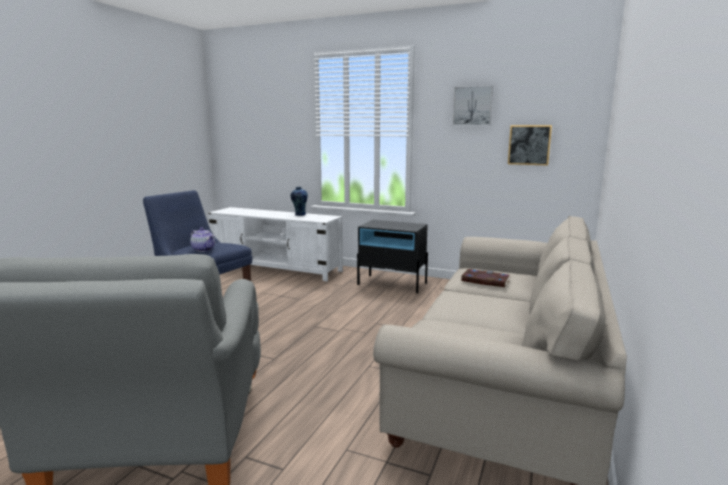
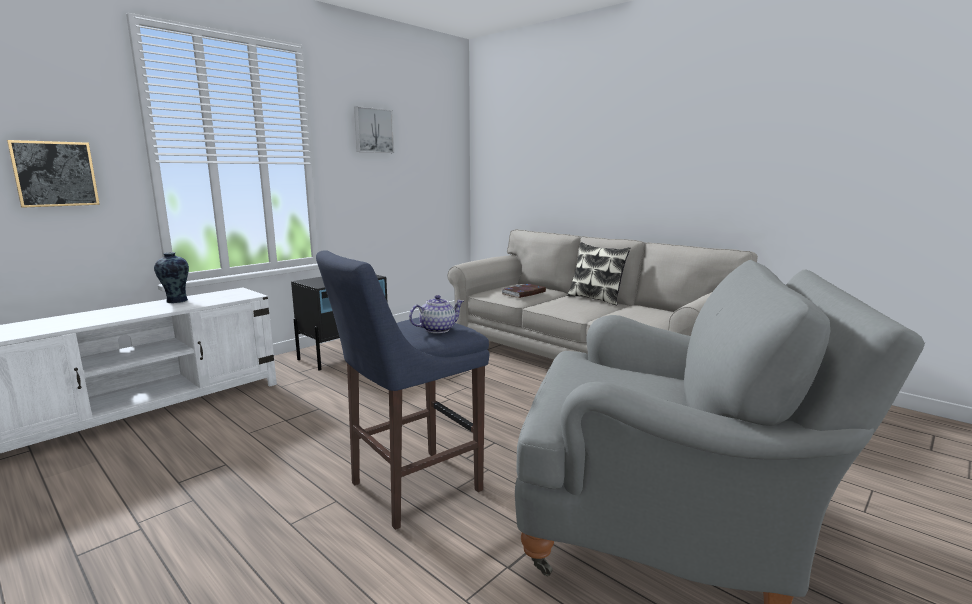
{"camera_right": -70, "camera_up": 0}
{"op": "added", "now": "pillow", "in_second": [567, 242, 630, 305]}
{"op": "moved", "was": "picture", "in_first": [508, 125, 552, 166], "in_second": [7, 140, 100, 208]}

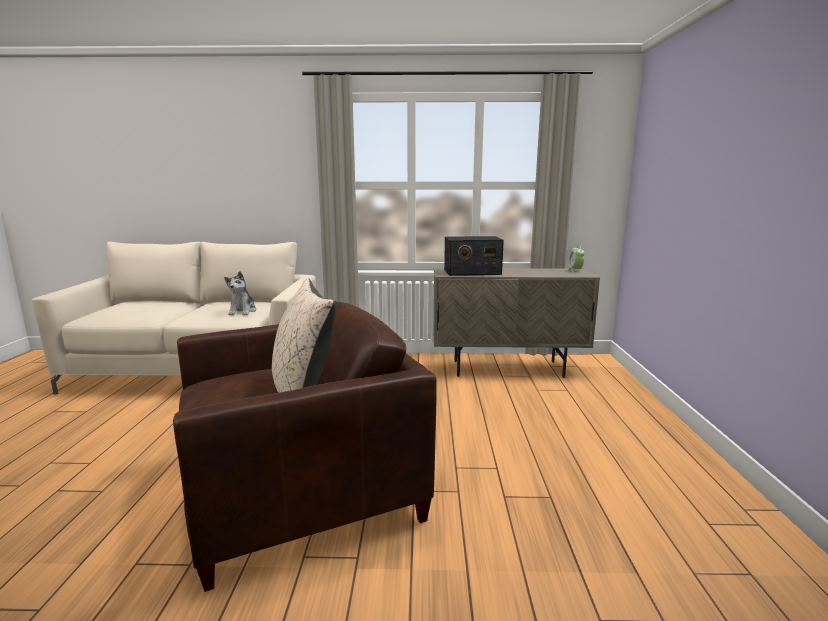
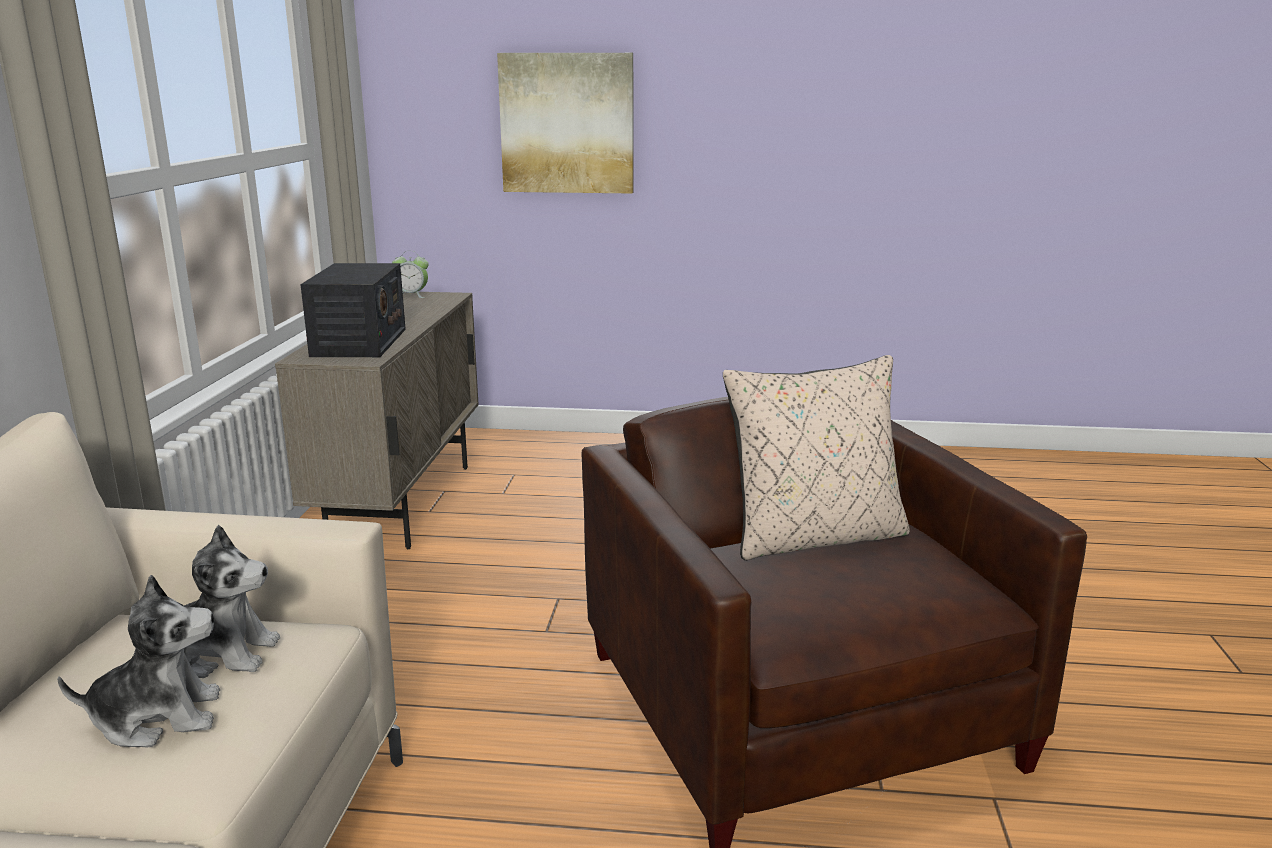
{"camera_right": -85, "camera_up": 5}
{"op": "added", "now": "soft toy", "in_second": [57, 575, 220, 747]}
{"op": "added", "now": "picture", "in_second": [497, 53, 633, 194]}

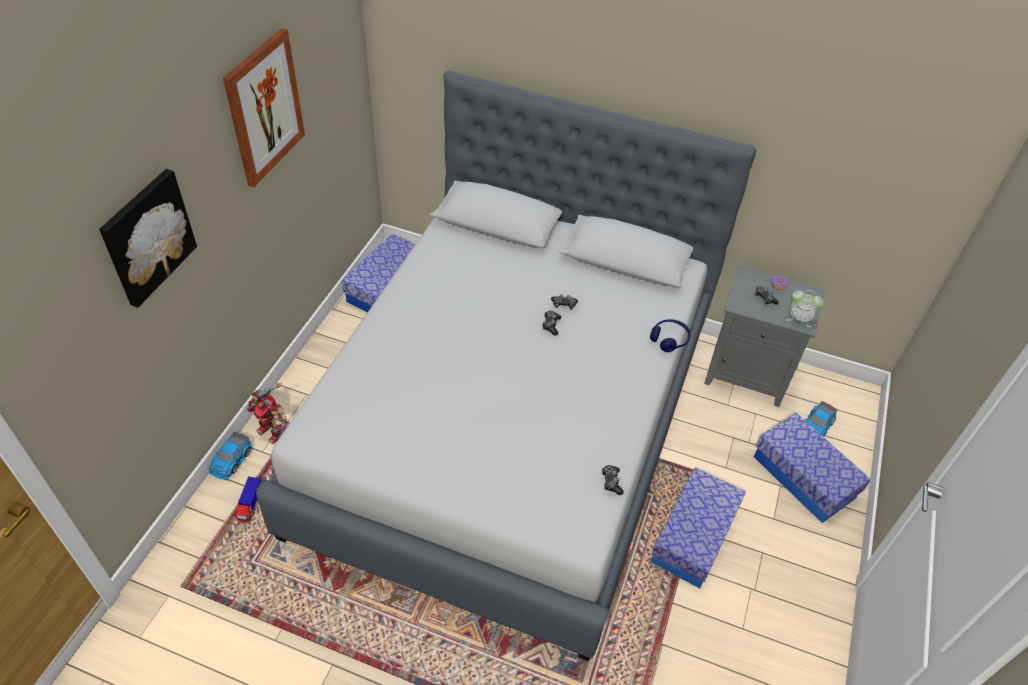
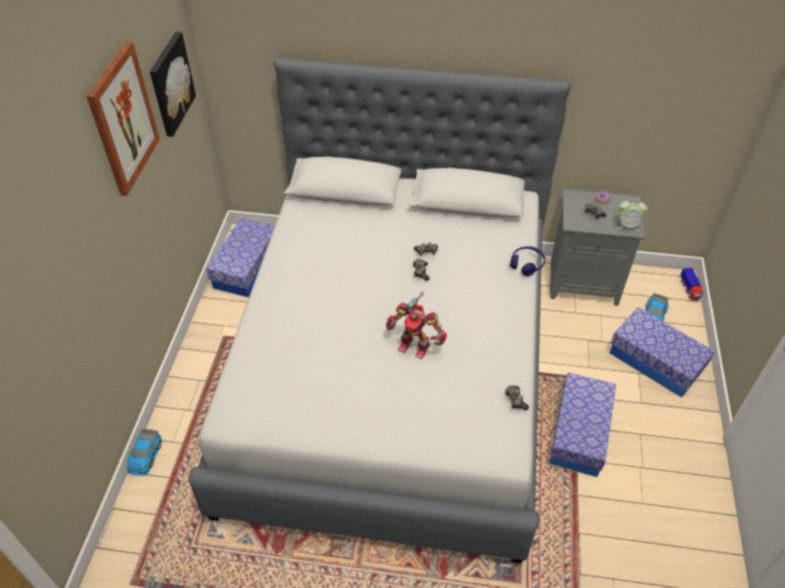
{"camera_right": -10, "camera_up": 0}
{"op": "moved", "was": "picture", "in_first": [99, 169, 197, 308], "in_second": [150, 32, 196, 137]}
{"op": "moved", "was": "toy lorry", "in_first": [235, 477, 261, 524], "in_second": [680, 268, 703, 301]}
{"op": "moved", "was": "toy robot", "in_first": [247, 383, 289, 444], "in_second": [386, 291, 447, 359]}

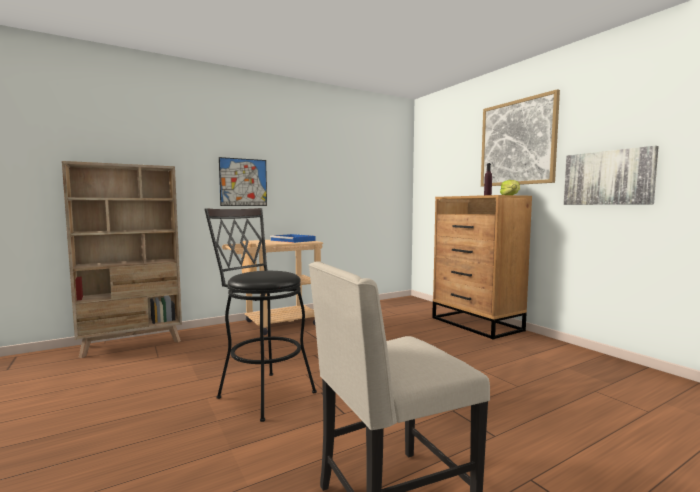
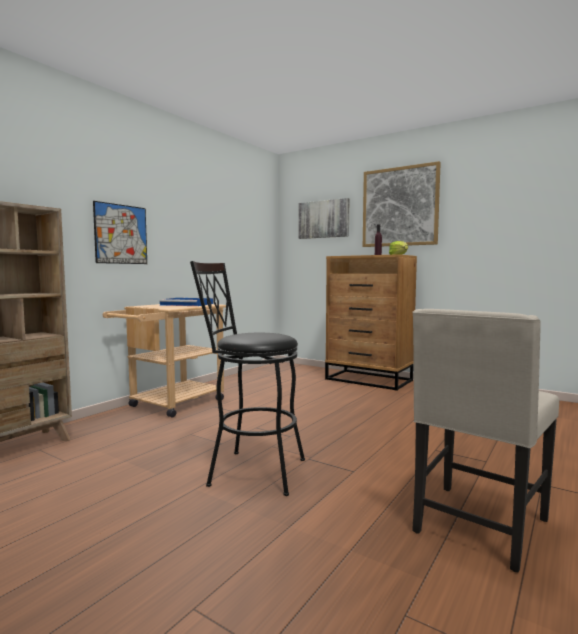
{"camera_right": -25, "camera_up": 0}
{"op": "moved", "was": "picture", "in_first": [564, 146, 659, 205], "in_second": [299, 198, 349, 239]}

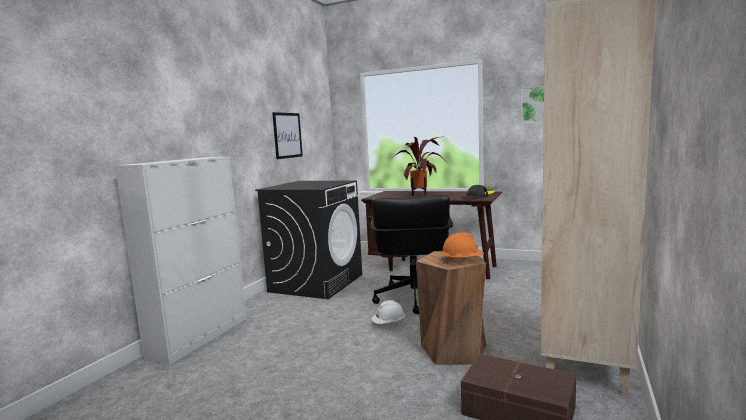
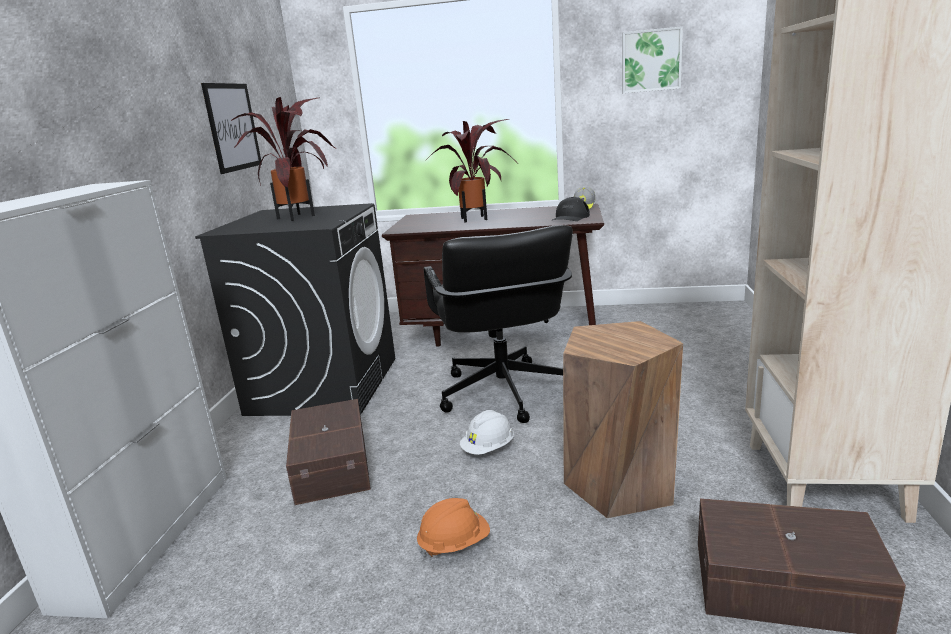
{"camera_right": -15, "camera_up": 10}
{"op": "added", "now": "houseplant", "in_second": [231, 97, 335, 221]}
{"op": "added", "now": "storage container (brown-coloured)", "in_second": [286, 399, 371, 505]}
{"op": "moved", "was": "work helmet (orange-coloured)", "in_first": [440, 232, 484, 263], "in_second": [417, 498, 490, 557]}

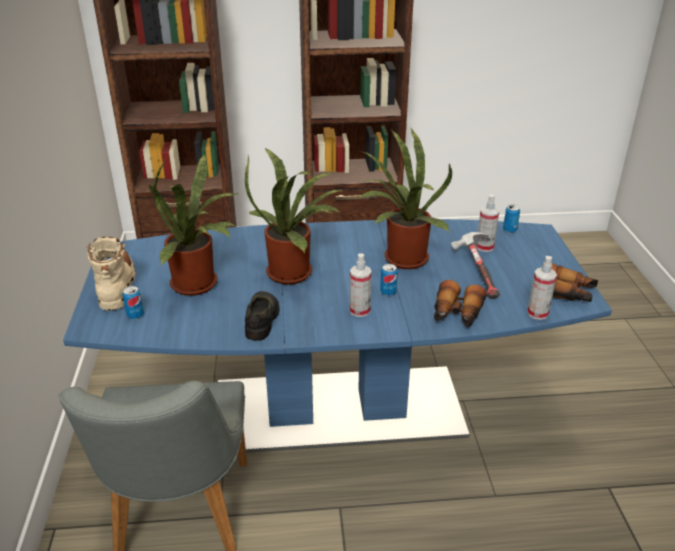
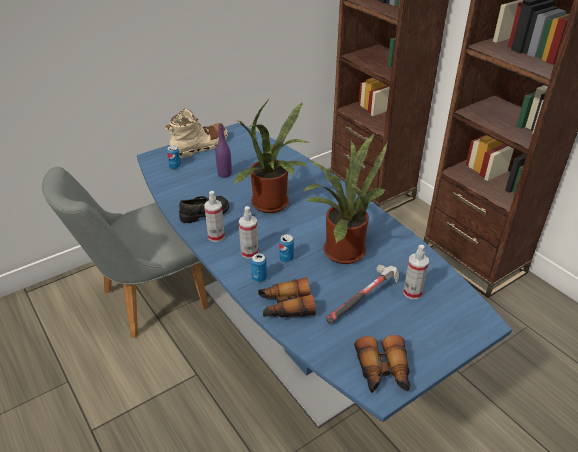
{"camera_right": 60, "camera_up": 5}
{"op": "moved", "was": "can", "in_first": [503, 205, 520, 233], "in_second": [251, 253, 267, 282]}
{"op": "moved", "was": "spray bottle", "in_first": [527, 256, 557, 320], "in_second": [204, 191, 225, 242]}
{"op": "replaced", "was": "houseplant", "now": "beverage bottle (purplish)", "in_first": [149, 154, 237, 296], "in_second": [216, 123, 232, 178]}

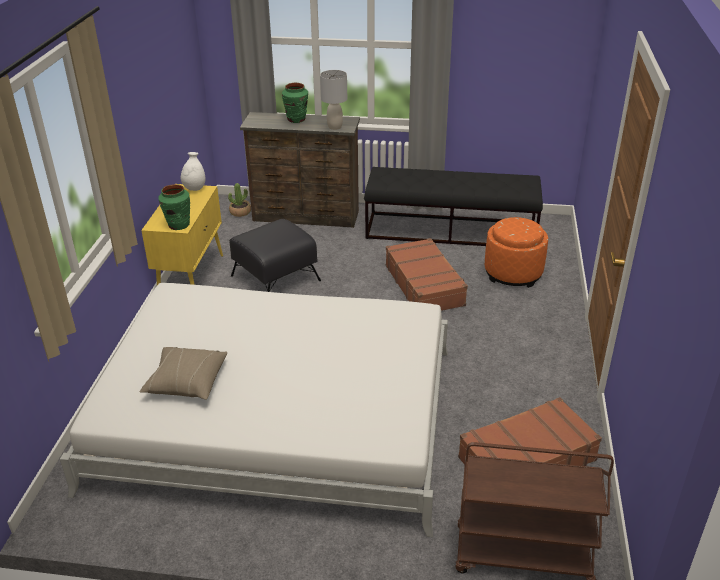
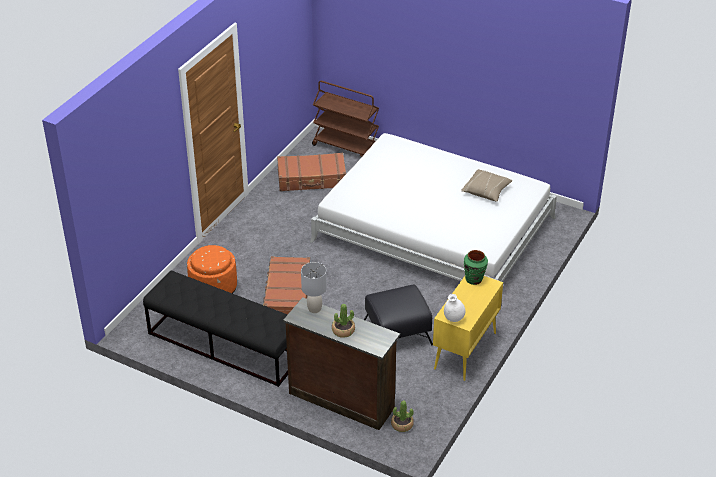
{"camera_right": -160, "camera_up": 5}
{"op": "replaced", "was": "vase (green-coloured)", "now": "houseplant", "in_first": [282, 83, 308, 123], "in_second": [332, 304, 355, 338]}

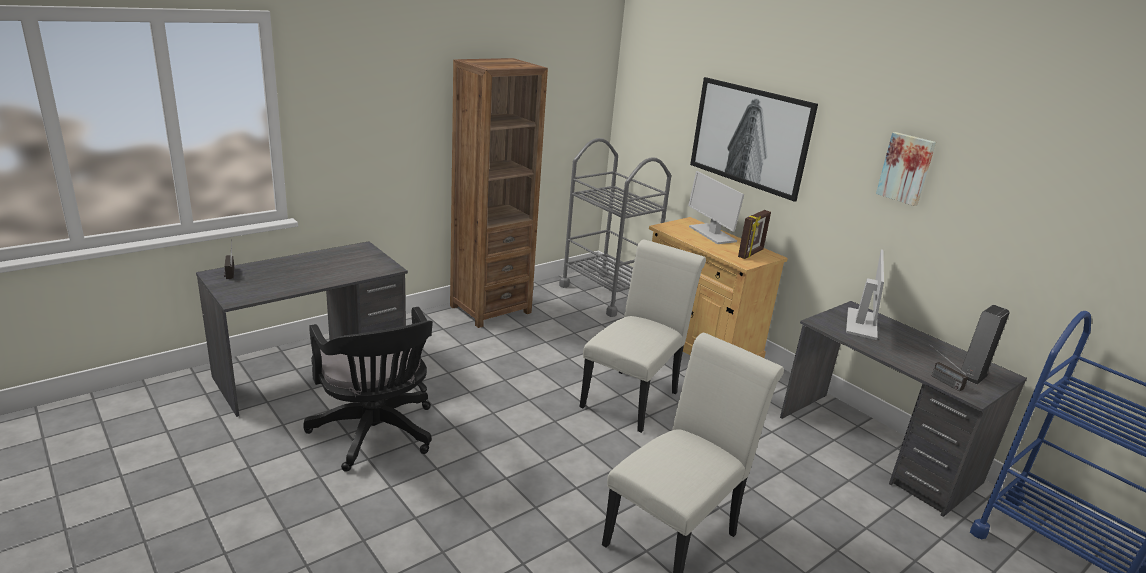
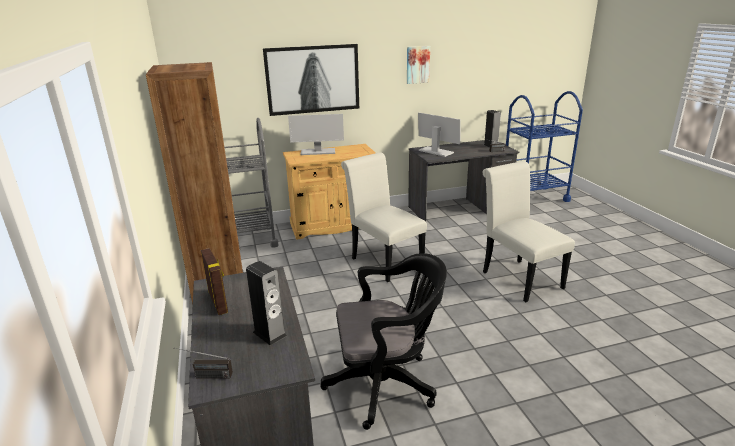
{"camera_right": -65, "camera_up": 0}
{"op": "added", "now": "audio speaker", "in_second": [246, 261, 287, 346]}
{"op": "moved", "was": "photo frame", "in_first": [738, 210, 771, 259], "in_second": [201, 248, 228, 315]}

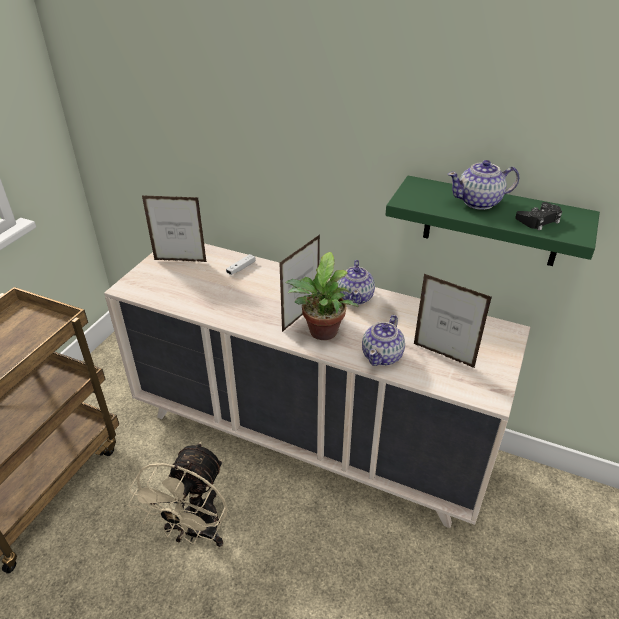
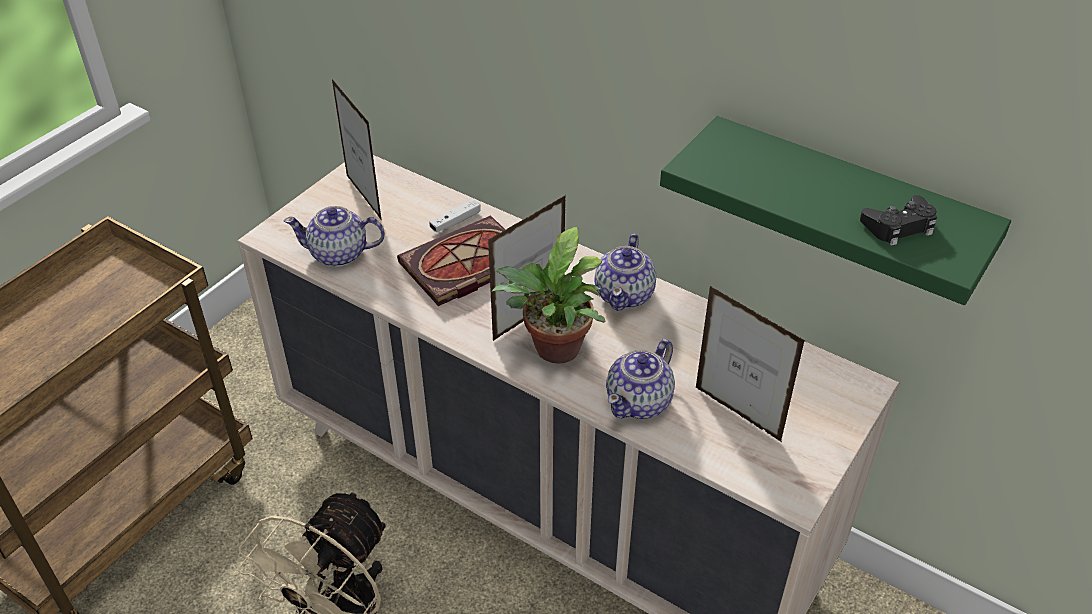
{"camera_right": 10, "camera_up": 5}
{"op": "added", "now": "bound book", "in_second": [397, 215, 505, 306]}
{"op": "moved", "was": "tea pot", "in_first": [448, 160, 519, 210], "in_second": [284, 206, 385, 267]}
{"op": "turned", "was": "photo frame", "in_first": [142, 195, 207, 262], "in_second": [332, 79, 382, 220], "clockwise": 45}

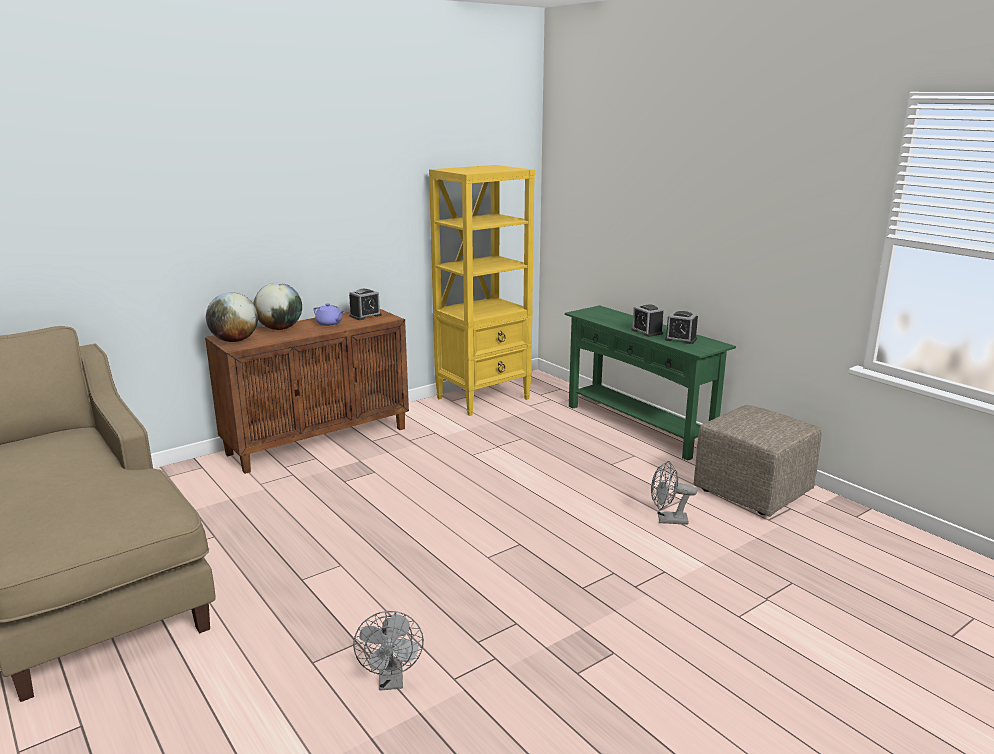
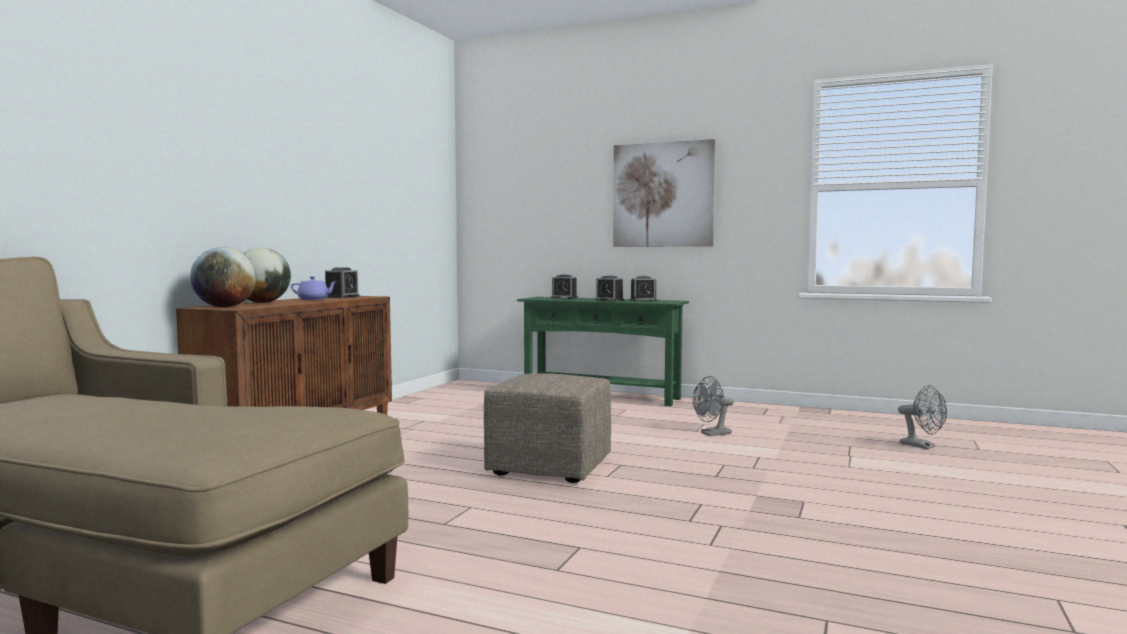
{"camera_right": -30, "camera_up": -15}
{"op": "removed", "was": "shelving unit (yellow)", "in_first": [429, 165, 535, 416]}
{"op": "added", "now": "alarm clock", "in_second": [551, 274, 577, 299]}
{"op": "added", "now": "picture", "in_second": [613, 139, 716, 247]}
{"op": "moved", "was": "fan (grey)", "in_first": [353, 611, 424, 691], "in_second": [898, 385, 947, 449]}
{"op": "moved", "was": "footrest (beige)", "in_first": [694, 405, 821, 517], "in_second": [484, 373, 611, 483]}

